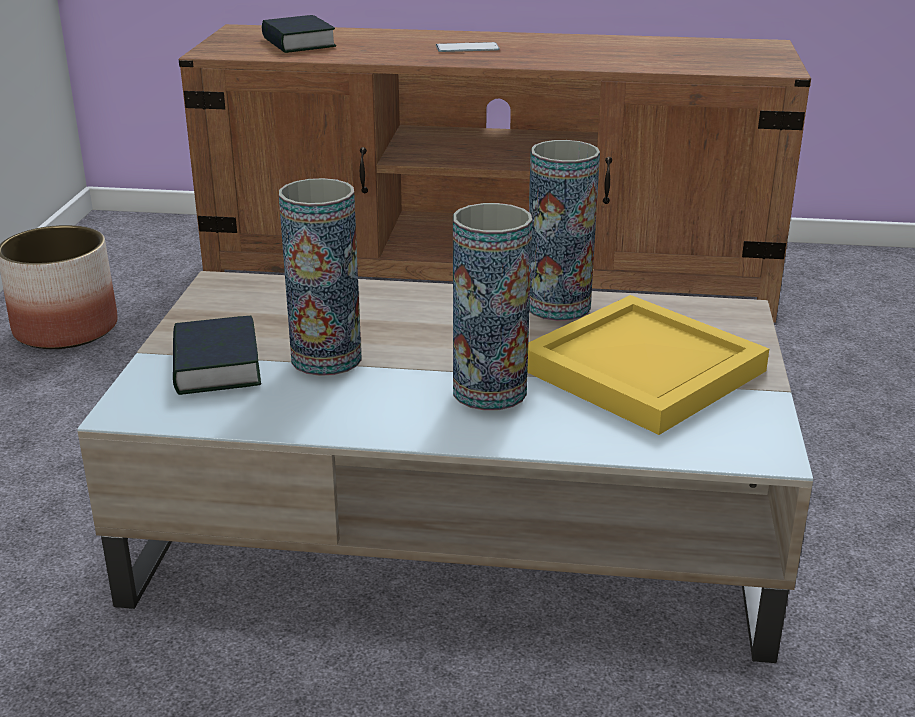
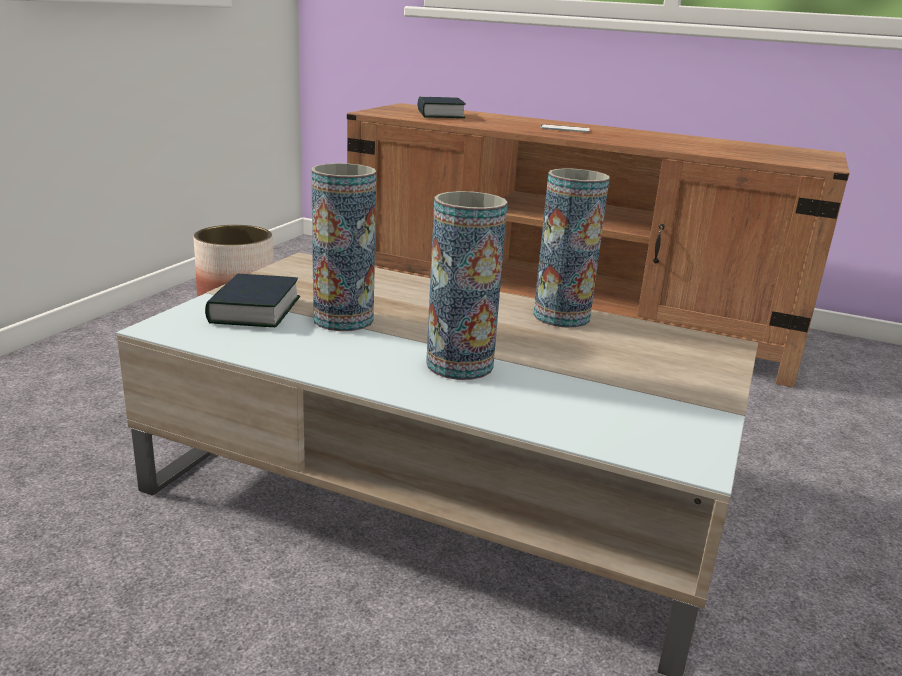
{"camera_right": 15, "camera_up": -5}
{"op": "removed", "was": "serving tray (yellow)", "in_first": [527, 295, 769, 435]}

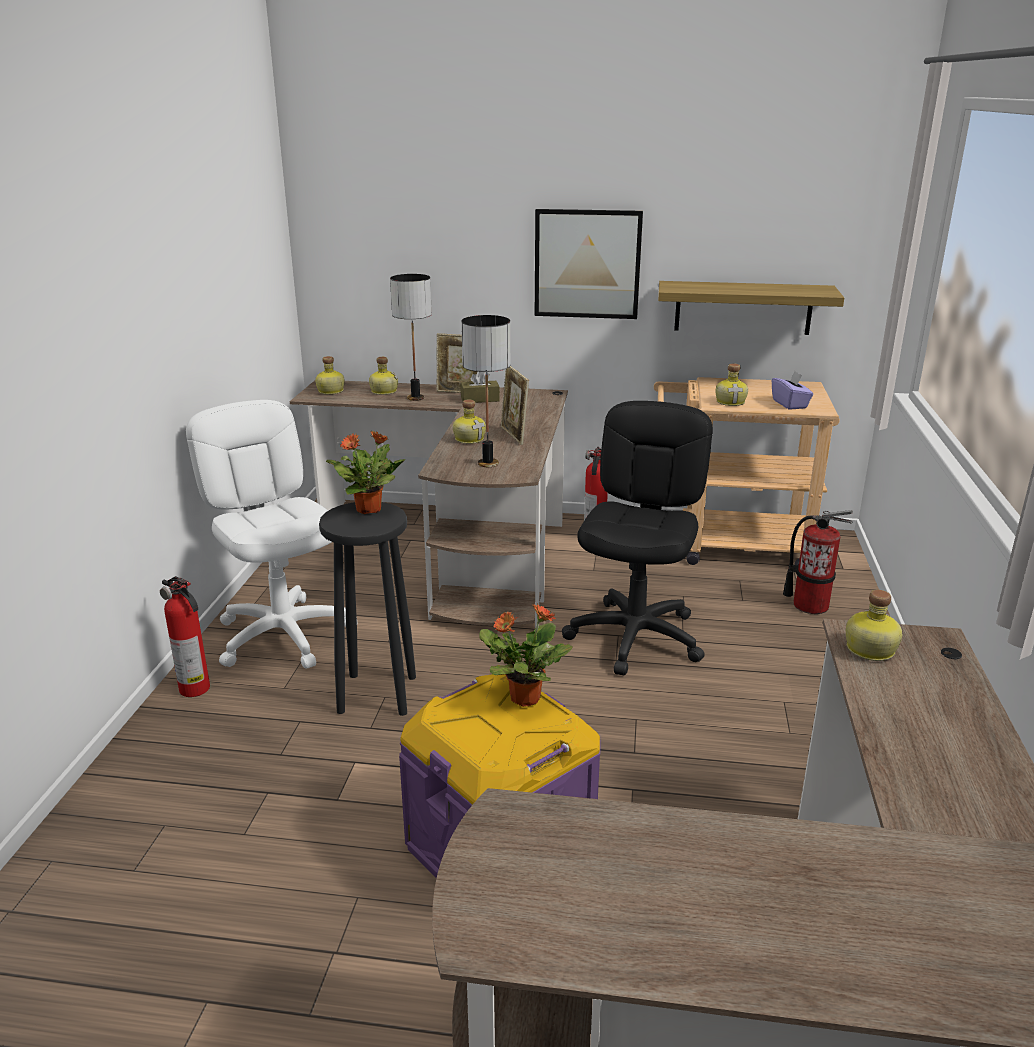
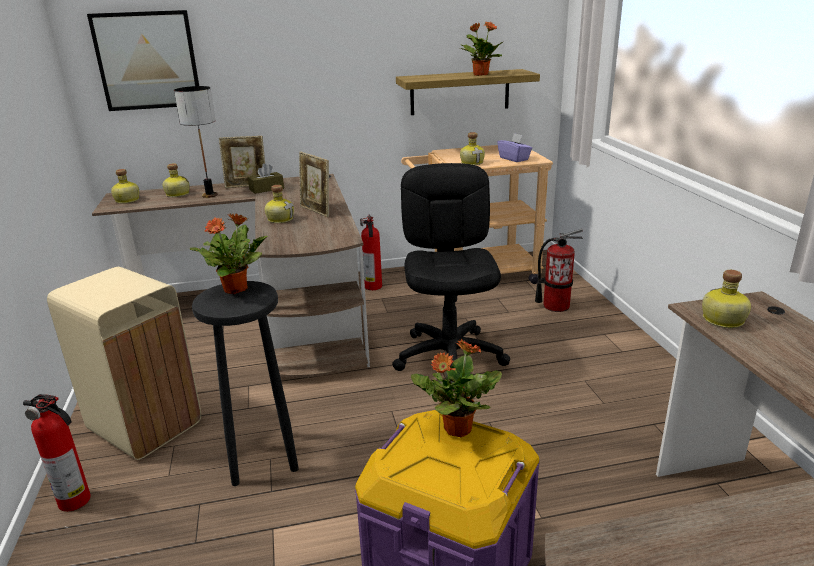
{"camera_right": -20, "camera_up": 0}
{"op": "removed", "was": "tabletop lamp", "in_first": [461, 315, 510, 467]}
{"op": "added", "now": "houseplant", "in_second": [460, 21, 503, 76]}
{"op": "moved", "was": "picture", "in_first": [535, 209, 643, 319], "in_second": [87, 10, 199, 111]}
{"op": "replaced", "was": "office chair (white-coloured)", "now": "rubbish bin (beige)", "in_first": [186, 400, 358, 668], "in_second": [47, 267, 201, 460]}

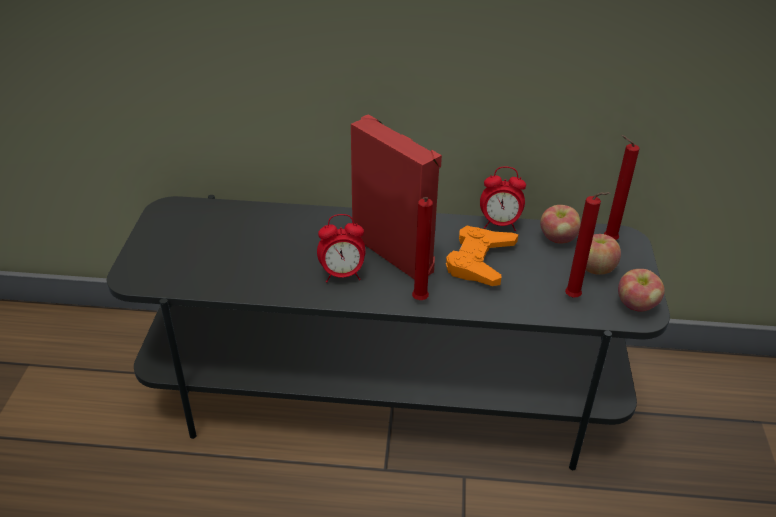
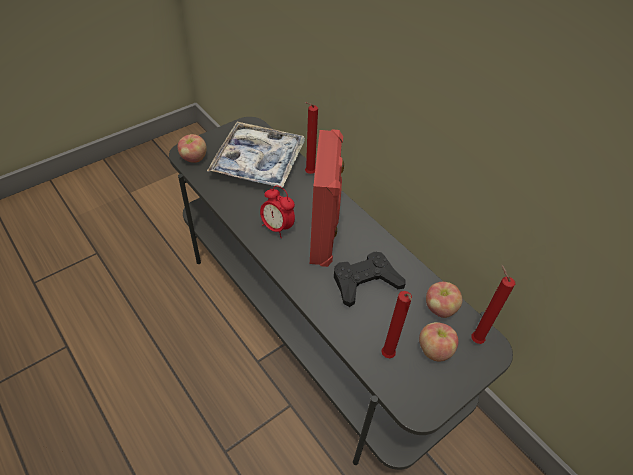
{"camera_right": 45, "camera_up": 10}
{"op": "removed", "was": "alarm clock", "in_first": [480, 167, 526, 231]}
{"op": "added", "now": "serving tray", "in_second": [207, 122, 305, 188]}
{"op": "moved", "was": "wax light (red-coloured)", "in_first": [412, 197, 433, 300], "in_second": [304, 102, 318, 174]}
{"op": "moved", "was": "whole apple", "in_first": [618, 269, 665, 312], "in_second": [177, 134, 207, 163]}
{"op": "recoloured", "was": "joypad (orange-coloured)", "now": "joypad (black-coloured)", "in_first": [446, 226, 519, 286], "in_second": [334, 252, 405, 307]}

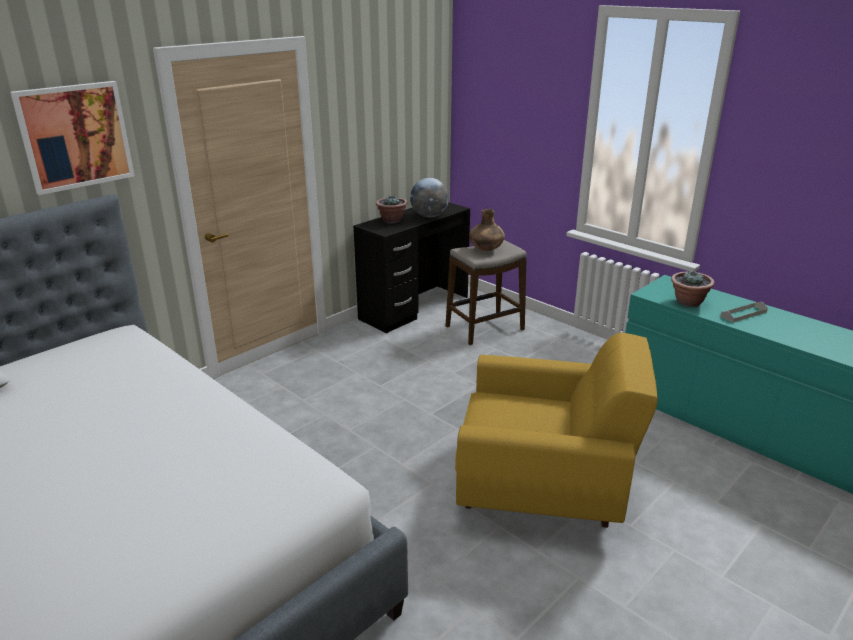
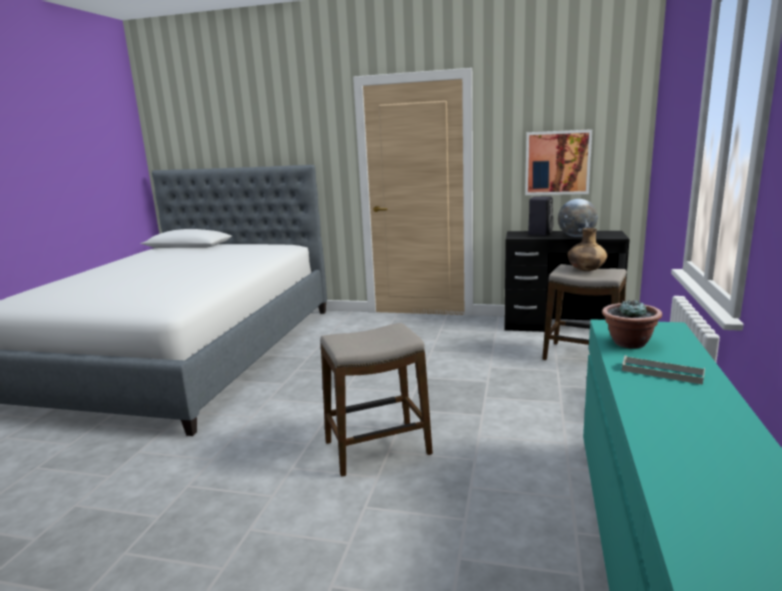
{"camera_right": 60, "camera_up": -10}
{"op": "moved", "was": "picture", "in_first": [10, 81, 135, 195], "in_second": [525, 129, 592, 195]}
{"op": "replaced", "was": "houseplant", "now": "audio speaker (black-coloured)", "in_first": [376, 195, 408, 224], "in_second": [528, 196, 554, 236]}
{"op": "replaced", "was": "easy chair (yellow)", "now": "stool", "in_first": [455, 333, 658, 528], "in_second": [320, 323, 433, 477]}

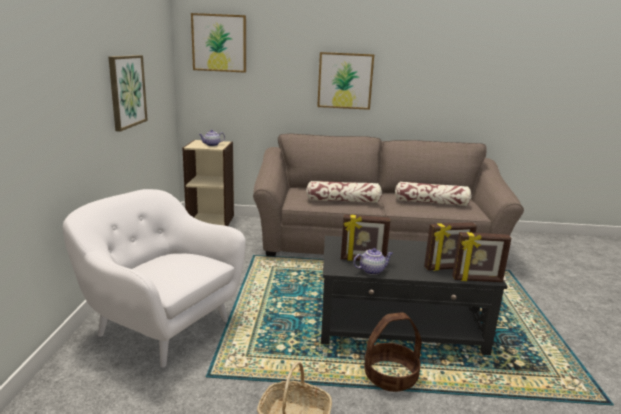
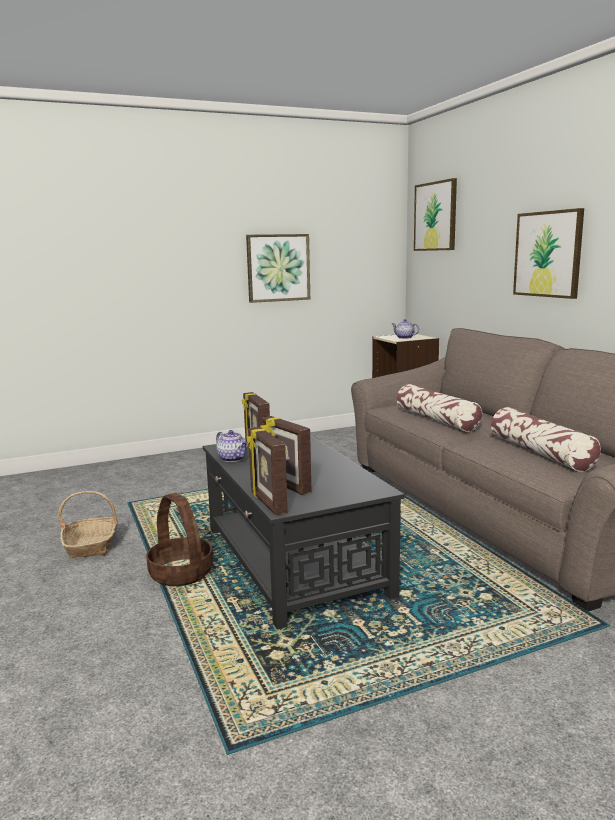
{"camera_right": 65, "camera_up": -5}
{"op": "removed", "was": "easy chair (white-coloured)", "in_first": [63, 189, 246, 368]}

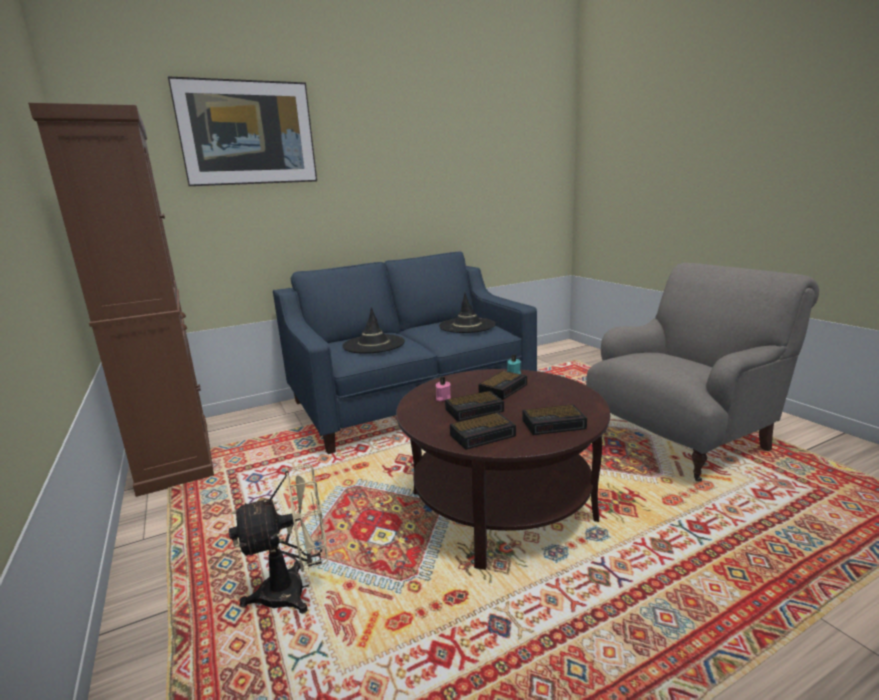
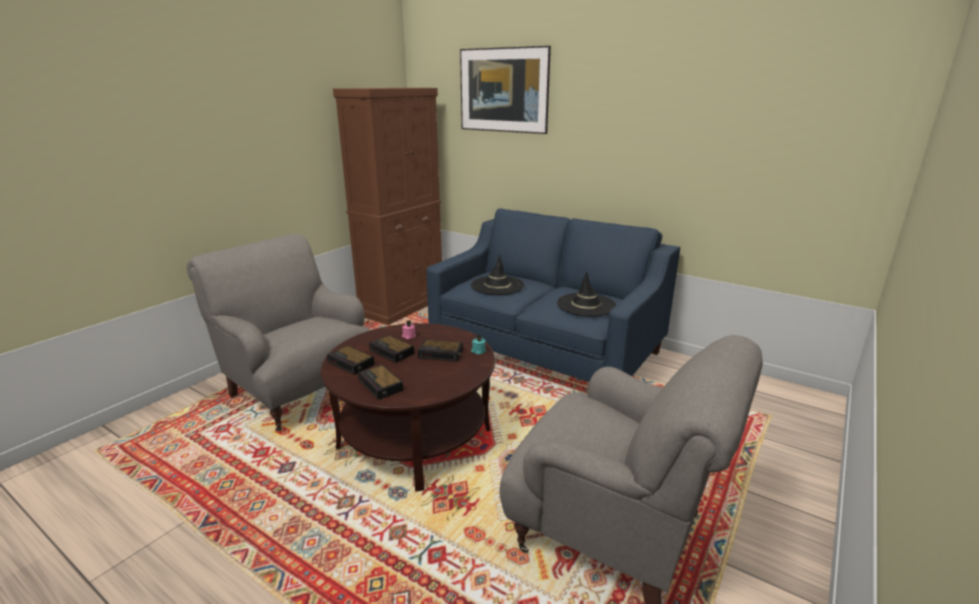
{"camera_right": 60, "camera_up": 5}
{"op": "replaced", "was": "fan (beige)", "now": "easy chair (grey)", "in_first": [229, 464, 328, 614], "in_second": [187, 234, 370, 431]}

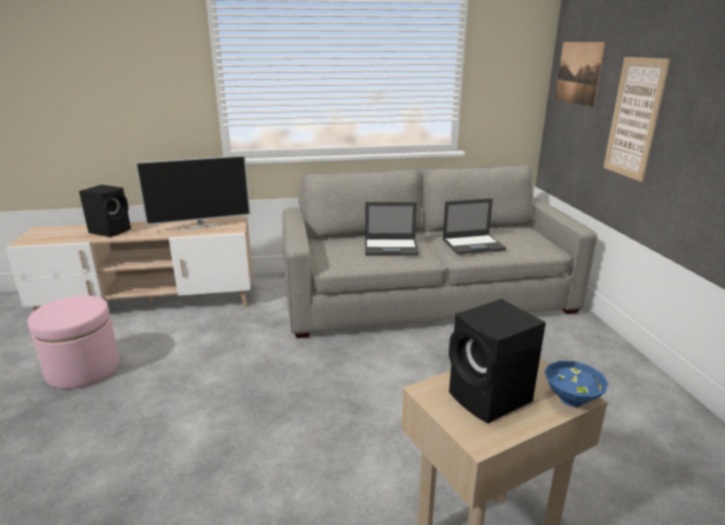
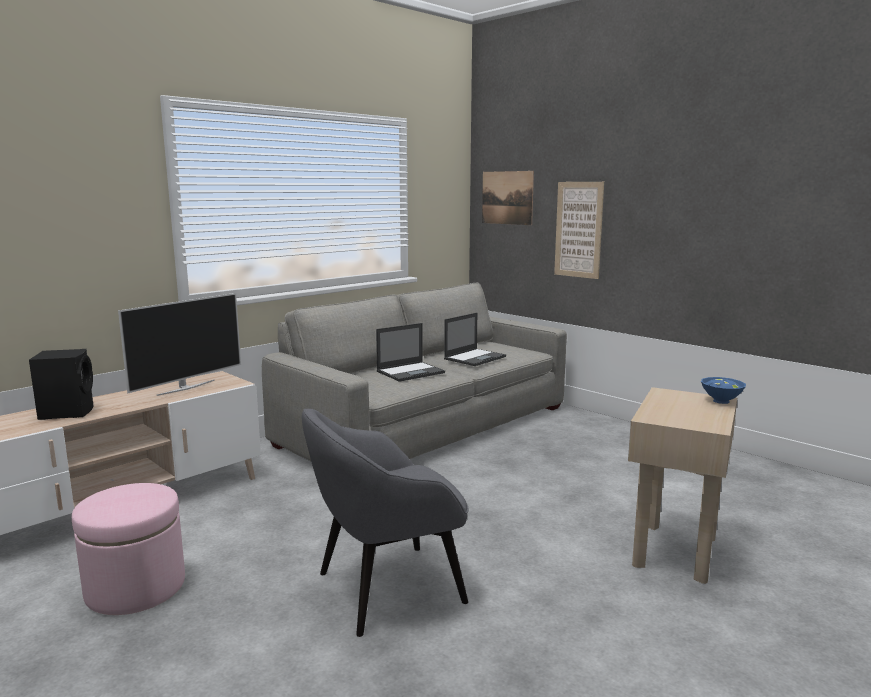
{"camera_right": -35, "camera_up": -10}
{"op": "removed", "was": "audio speaker (black-coloured)", "in_first": [449, 299, 546, 424]}
{"op": "added", "now": "easy chair (grey)", "in_second": [302, 409, 468, 637]}

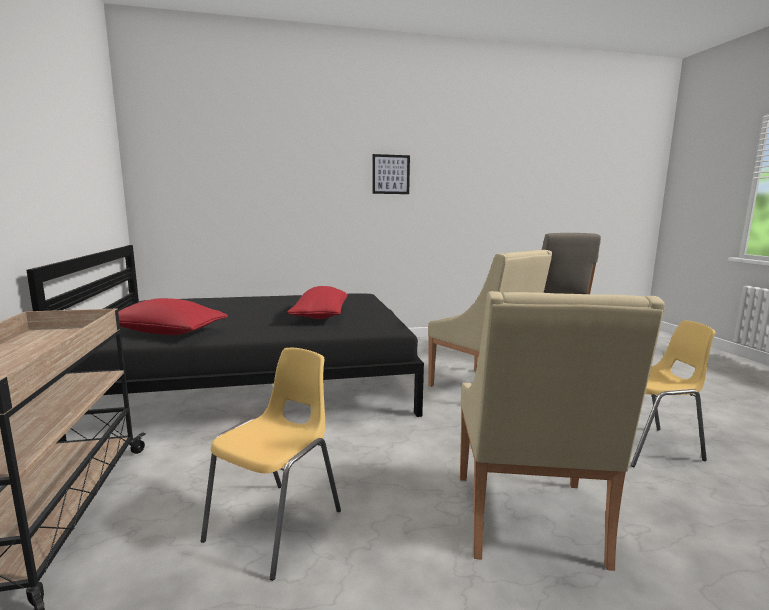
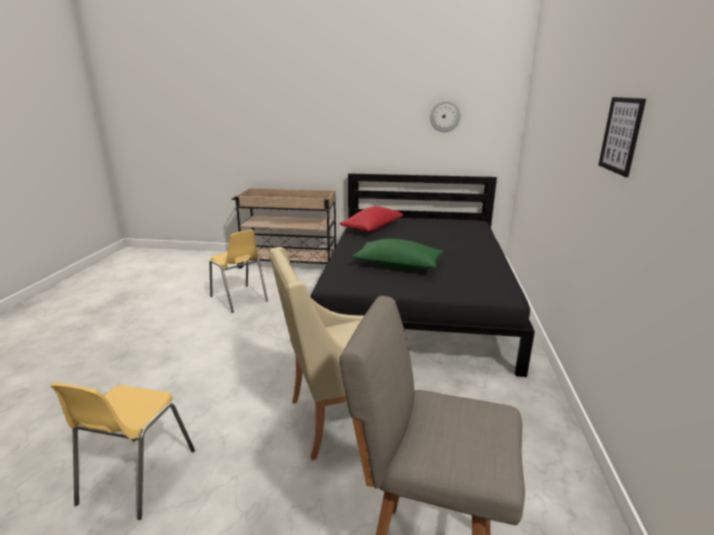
{"camera_right": 110, "camera_up": 10}
{"op": "removed", "was": "easy chair (beige)", "in_first": [460, 291, 665, 571]}
{"op": "added", "now": "clock on the wall", "in_second": [430, 100, 461, 132]}
{"op": "recoloured", "was": "pillow (red-coloured)", "now": "pillow (green-coloured)", "in_first": [287, 286, 347, 319], "in_second": [353, 239, 443, 269]}

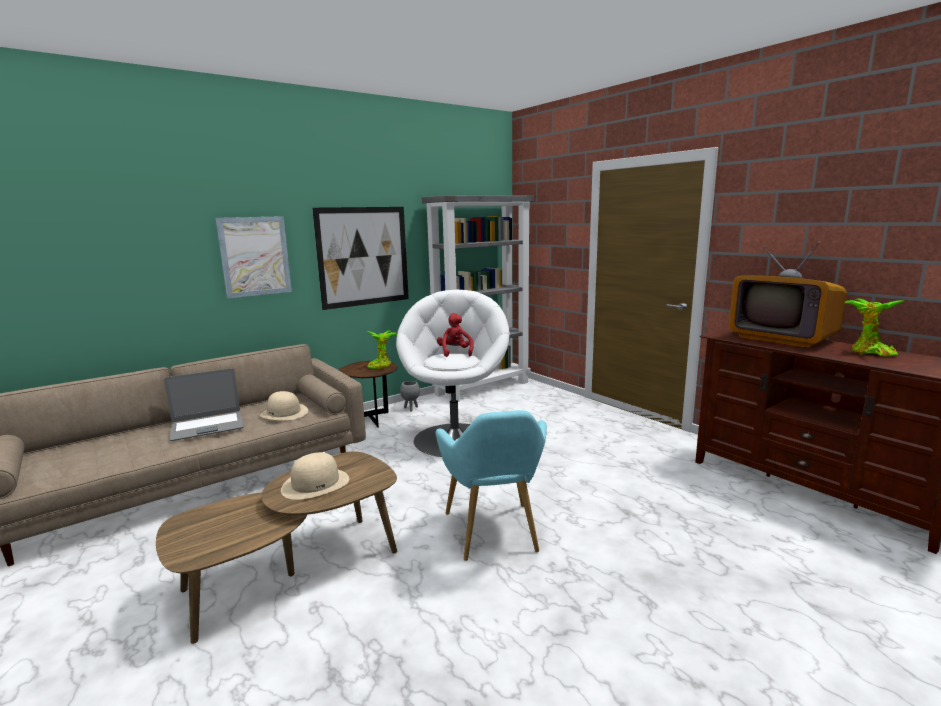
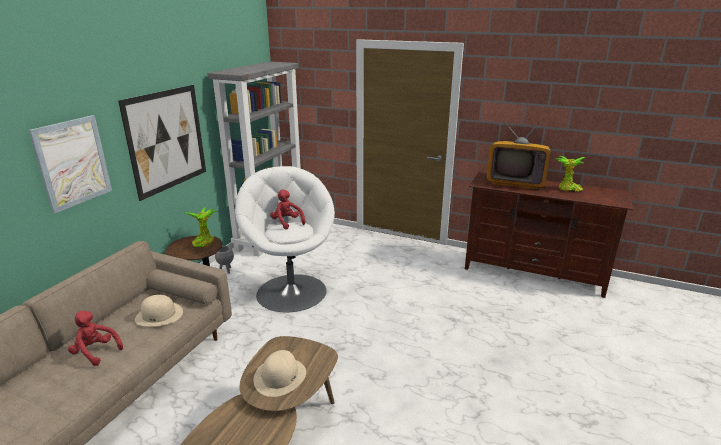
{"camera_right": -30, "camera_up": 10}
{"op": "removed", "was": "easy chair (turquoise-coloured)", "in_first": [436, 410, 547, 561]}
{"op": "replaced", "was": "laptop", "now": "soft toy (red-coloured)", "in_first": [164, 368, 244, 441], "in_second": [68, 311, 123, 366]}

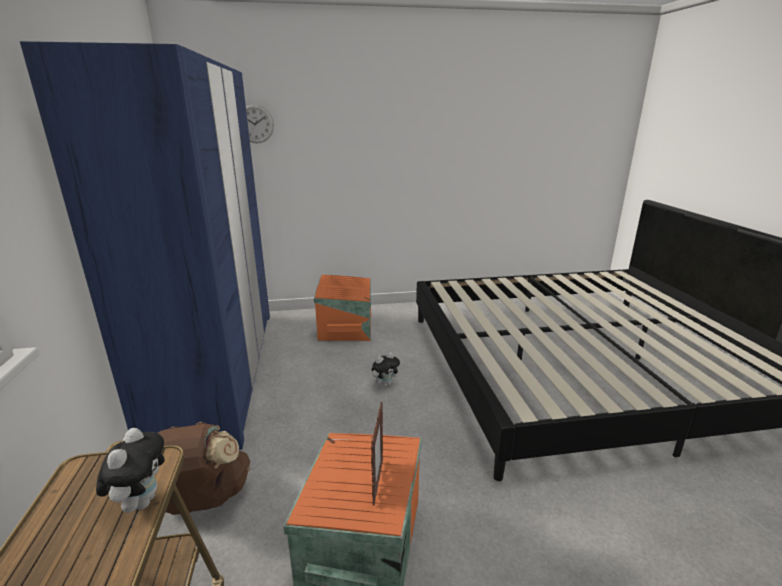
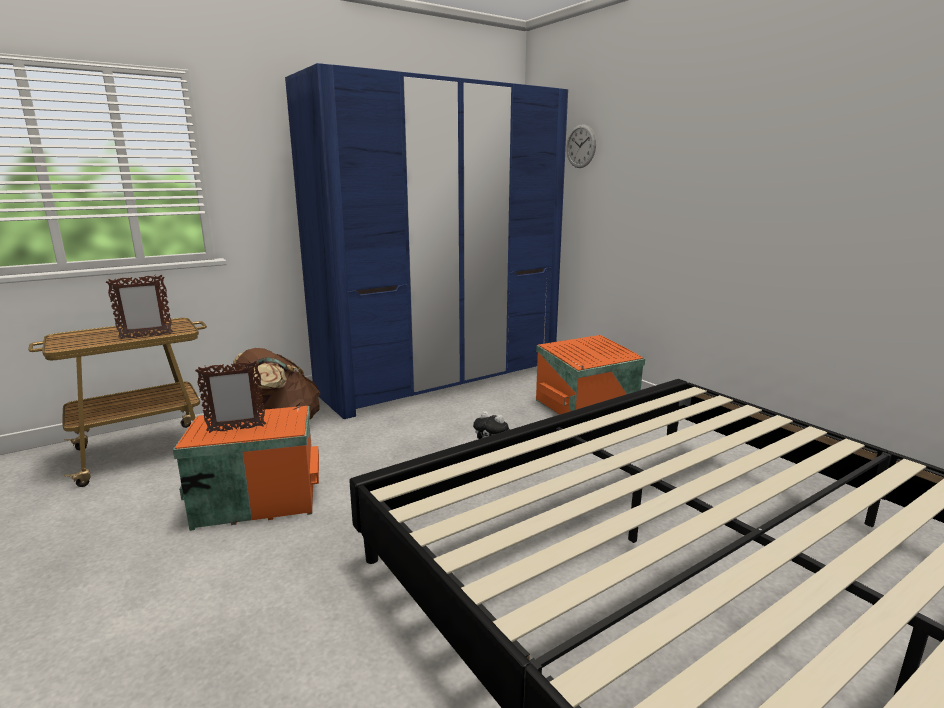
{"camera_right": 65, "camera_up": -5}
{"op": "replaced", "was": "soft toy", "now": "photo frame", "in_first": [96, 428, 165, 513], "in_second": [106, 275, 173, 339]}

